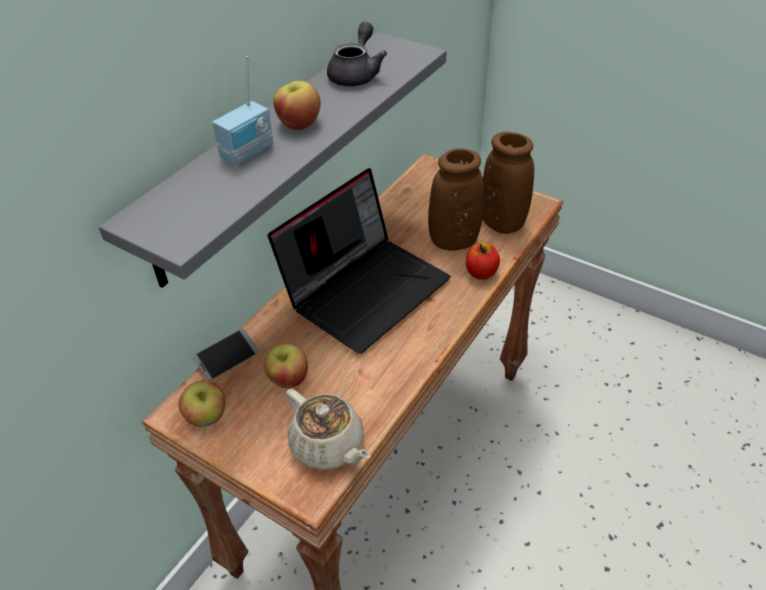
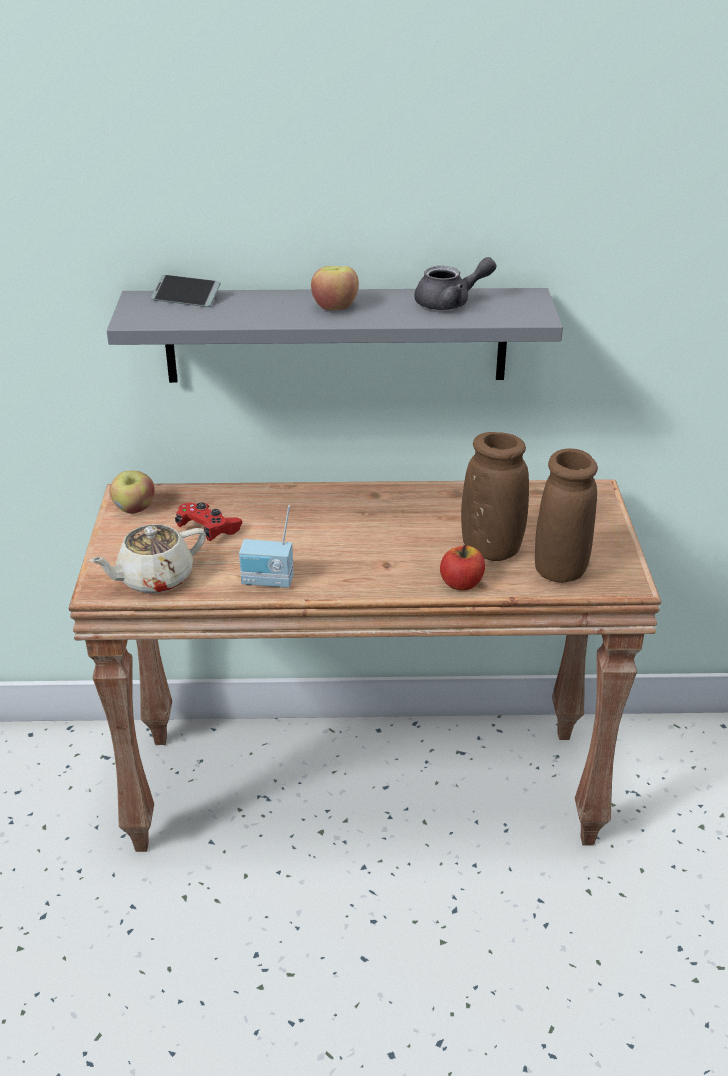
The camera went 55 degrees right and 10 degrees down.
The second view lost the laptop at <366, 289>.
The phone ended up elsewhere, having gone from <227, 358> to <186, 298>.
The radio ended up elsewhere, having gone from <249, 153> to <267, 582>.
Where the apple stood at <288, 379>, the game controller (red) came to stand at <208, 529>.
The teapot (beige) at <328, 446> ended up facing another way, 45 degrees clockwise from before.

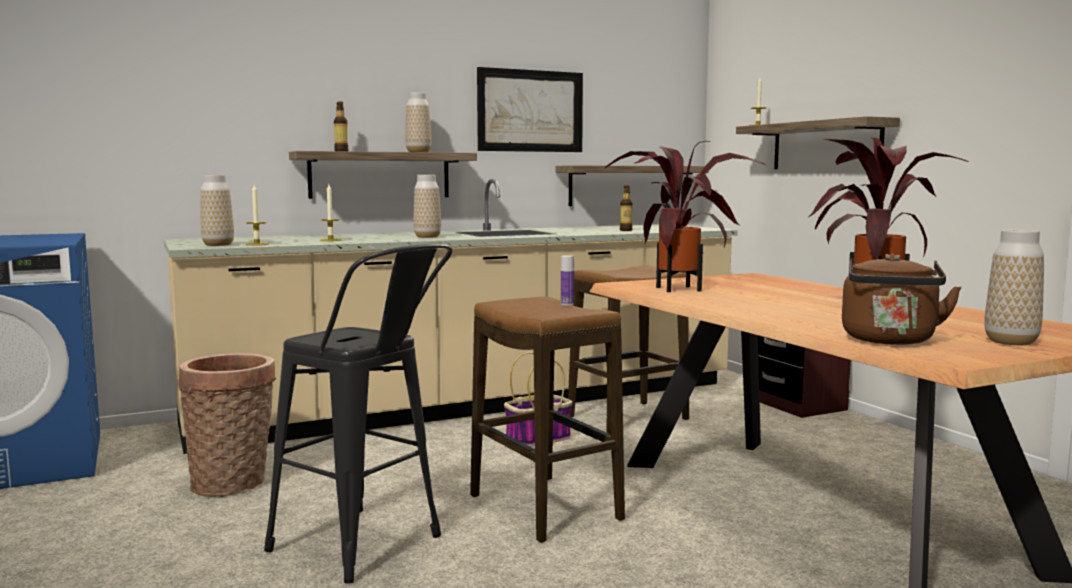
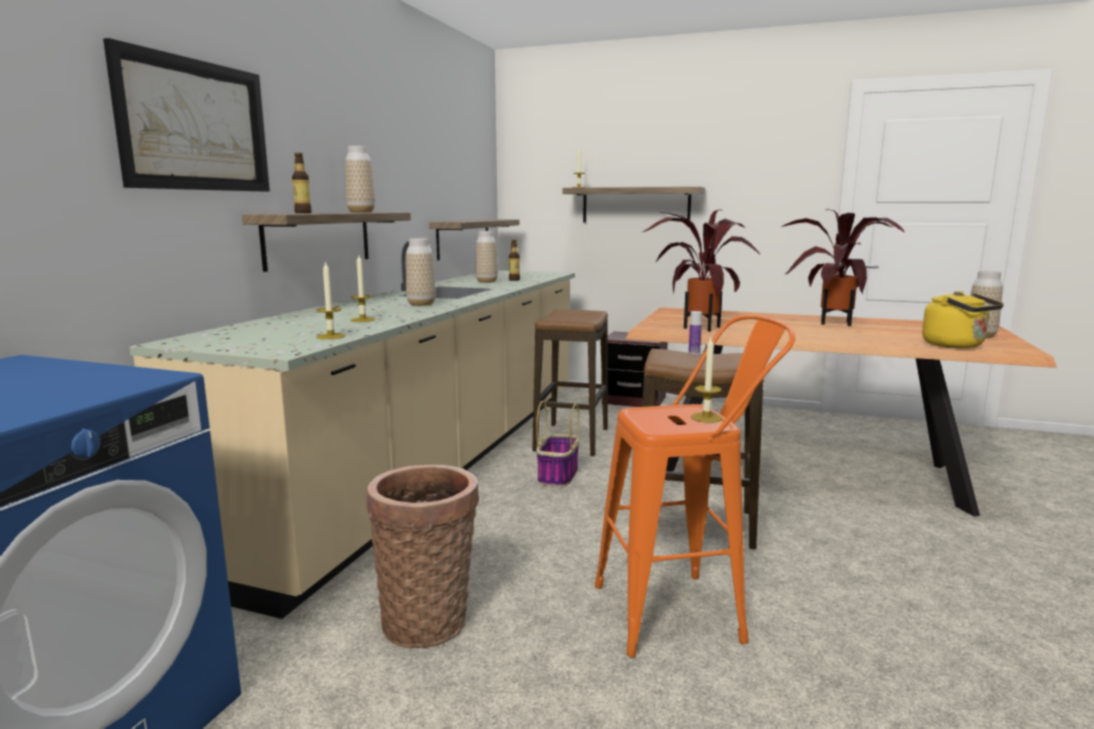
The camera went 45 degrees left and 5 degrees up.
The second view gained the candle at <706, 417>.
The vase ended up elsewhere, having gone from <218, 245> to <486, 281>.
The picture ended up elsewhere, having gone from <530, 111> to <195, 125>.
What was the stool (black) at <367, 549> turned into the stool (orange) at <683, 612>.
What was the kettle (brown) at <889, 341> turned into the kettle (yellow) at <956, 345>.

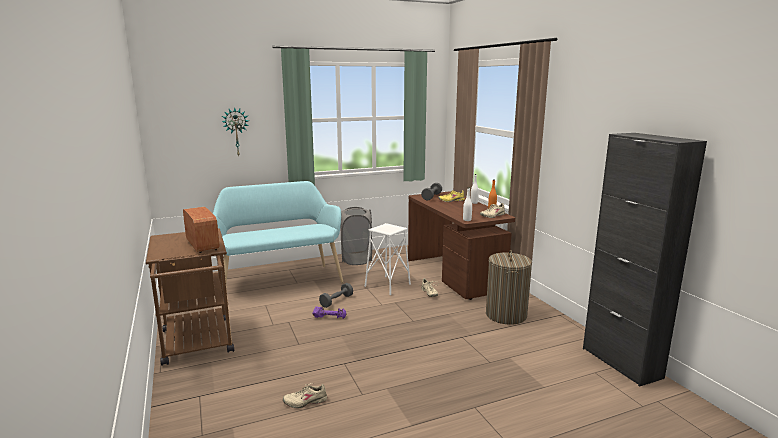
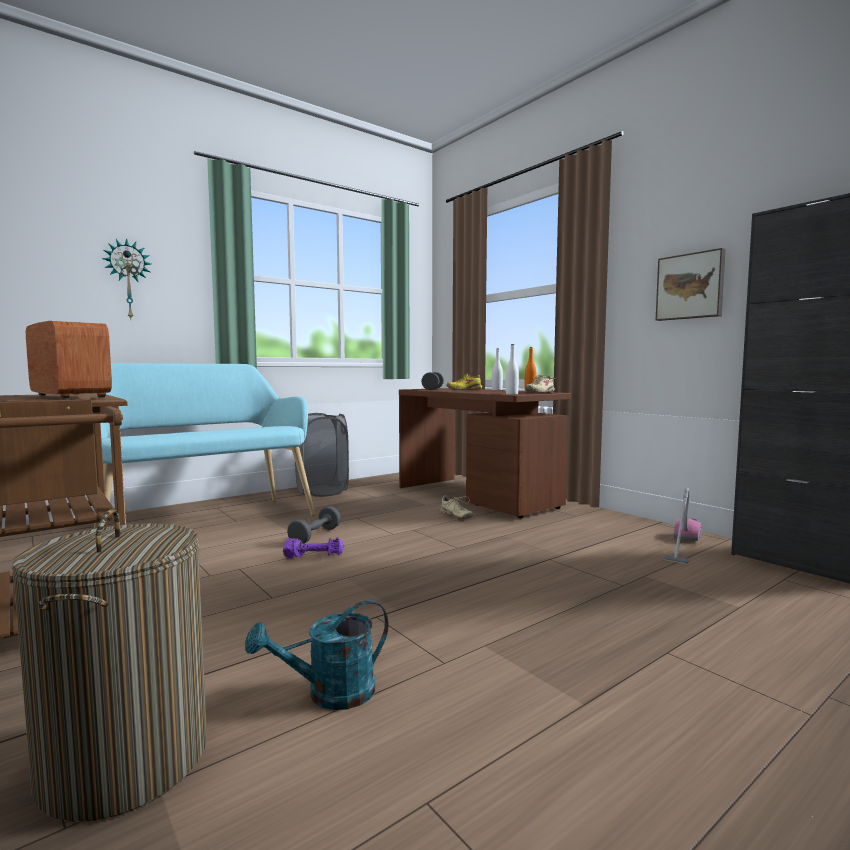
The camera went 15 degrees left and 10 degrees down.
The second view lost the stool (white) at <387, 285>.
The second view gained the picture at <690, 286>.
The second view gained the vacuum cleaner at <682, 546>.
The laundry basket ended up elsewhere, having gone from <506, 315> to <125, 760>.
Where the shoe (beige) stood at <305, 401>, the watering can (turquoise) came to stand at <329, 694>.

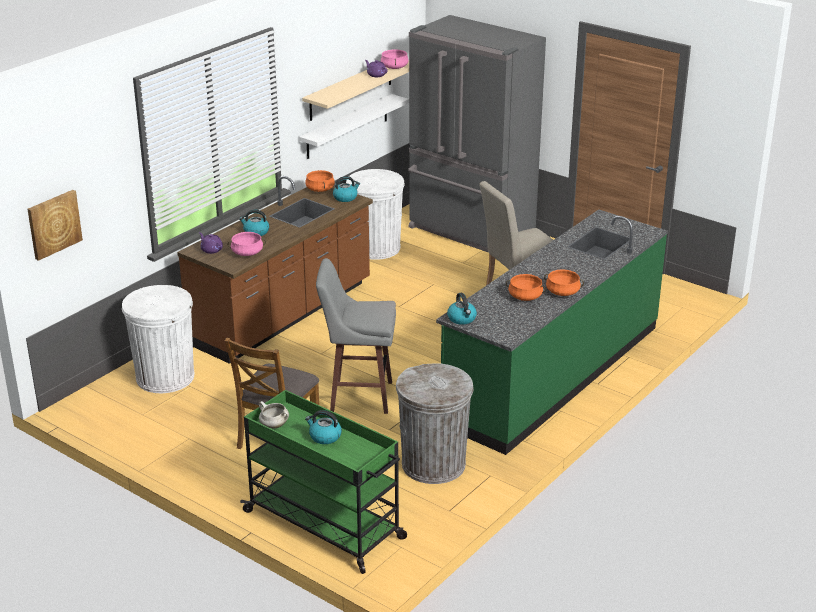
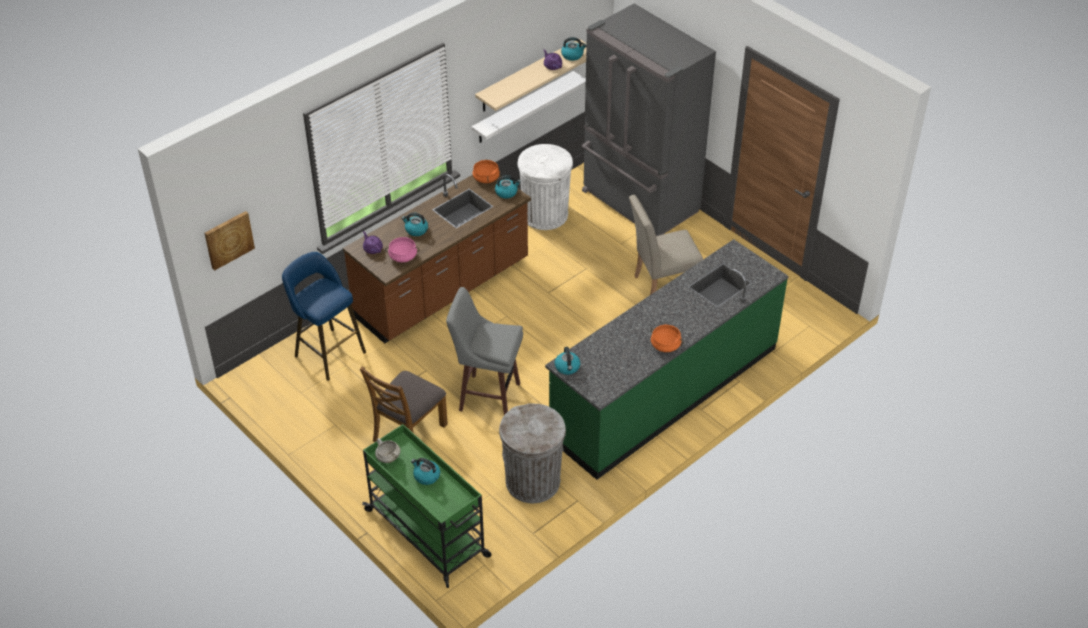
The camera went 10 degrees right and 15 degrees up.
The second view lost the cooking pot (orange) at <525, 297>.
Where the trash can (white) stood at <165, 377>, the stool (blue) came to stand at <327, 352>.
Where the cooking pot (pink) stood at <394, 67>, the kettle came to stand at <572, 55>.

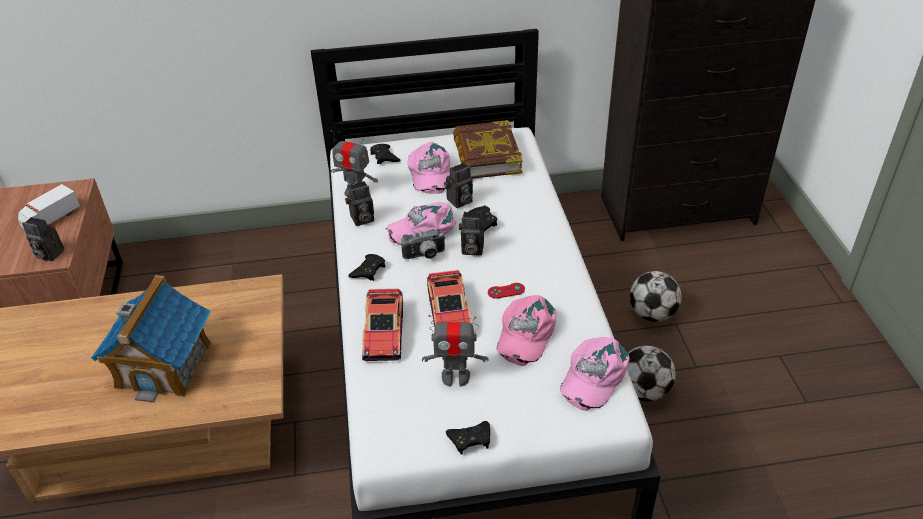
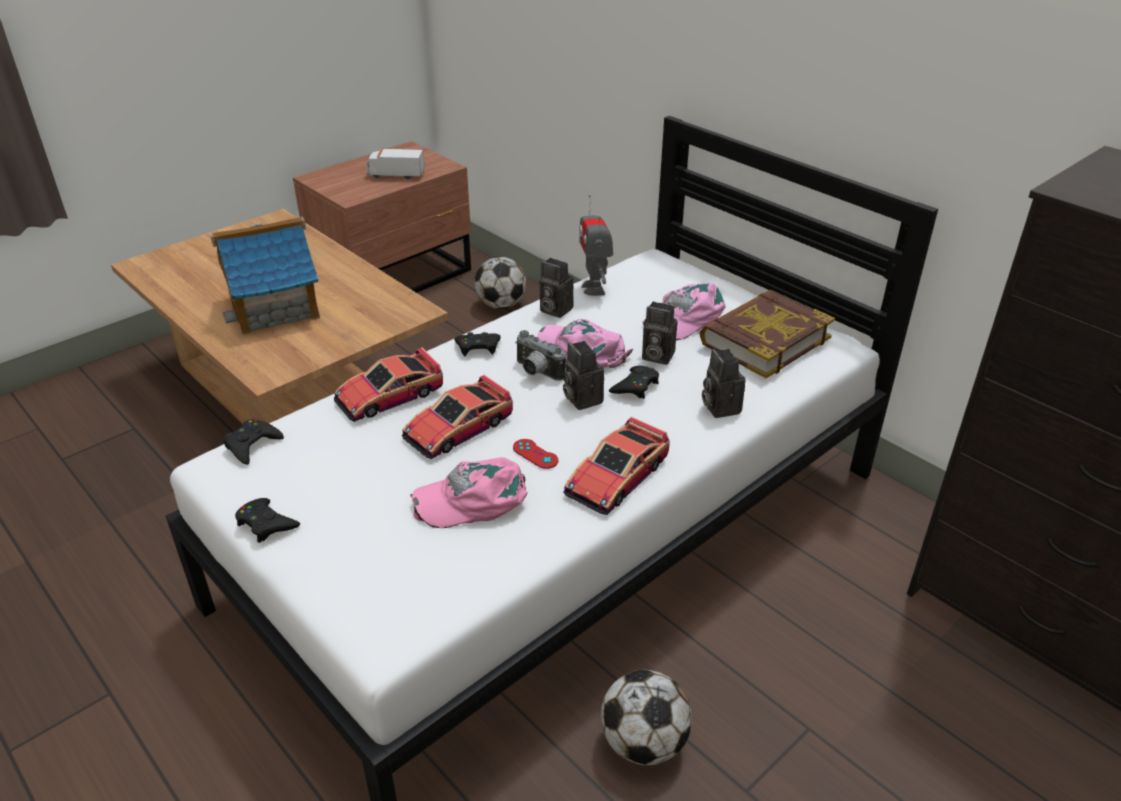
The camera went 55 degrees right and 5 degrees down.
The second view lost the toy robot at <455, 377>.
The second view lost the cap (pink) at <593, 376>.
The second view gained the toy car at <616, 477>.
The photo camera ended up elsewhere, having gone from <48, 254> to <719, 406>.
The game controller (black) ended up elsewhere, having gone from <384, 157> to <252, 445>.
The football ended up elsewhere, having gone from <652, 314> to <501, 305>.

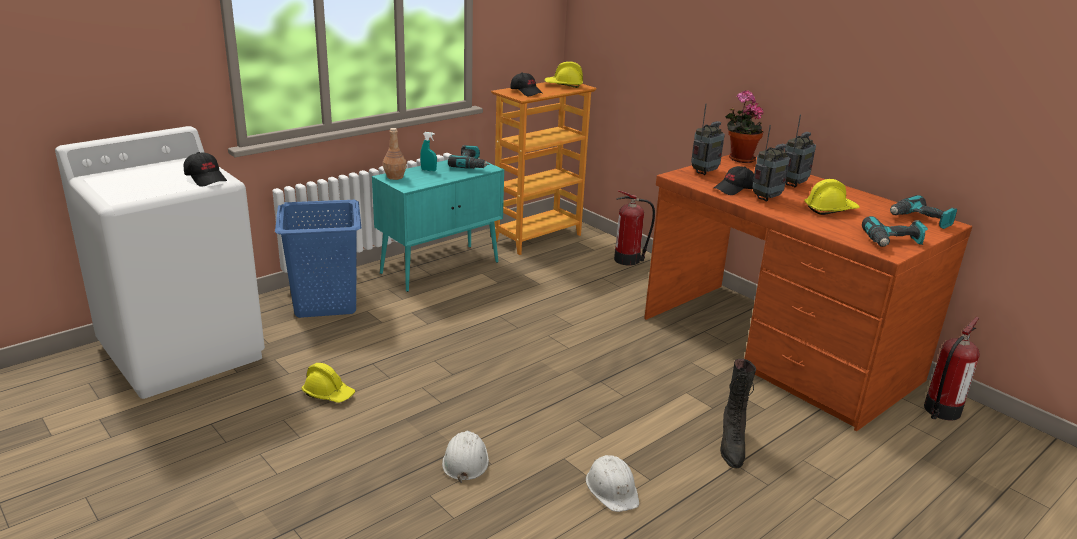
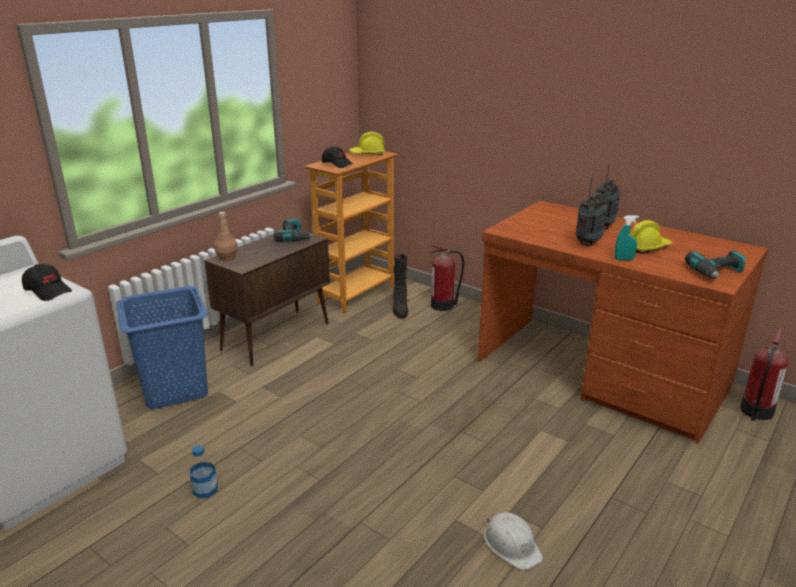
The camera went 10 degrees left and 0 degrees up.
The second view lost the hard hat (white) at <465, 460>.
The second view lost the radio at <704, 172>.
The second view lost the cap (black) at <734, 189>.
The second view lost the potted plant at <739, 159>.
The second view lost the power drill at <920, 220>.
The spray bottle (turquoise) ended up elsewhere, having gone from <428, 170> to <623, 259>.
The boot (black) ended up elsewhere, having gone from <731, 446> to <400, 309>.
Where the hard hat (yellow) stood at <329, 394>, the bottle came to stand at <205, 489>.
What was the cabinet (turquoise) at <441, 267> turned into the cabinet (brown) at <277, 336>.

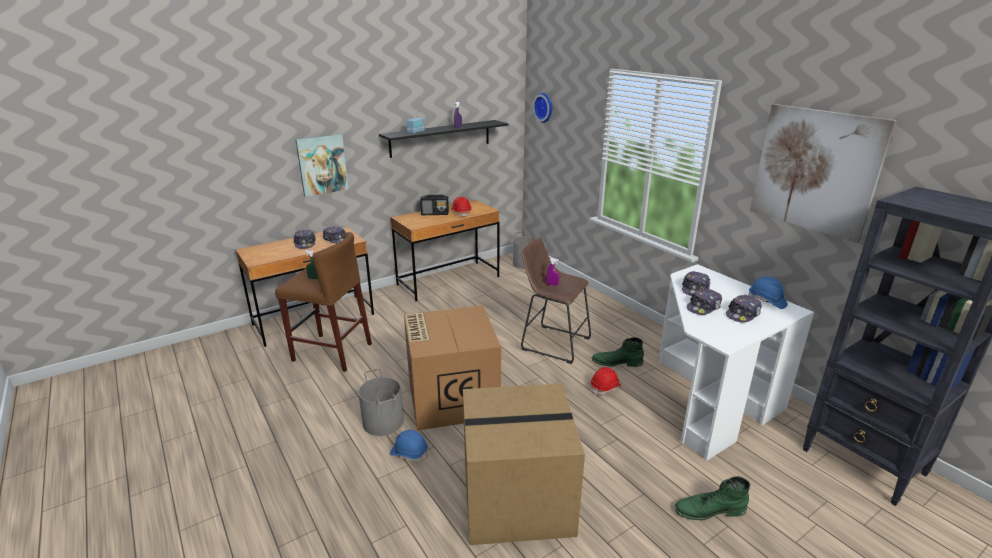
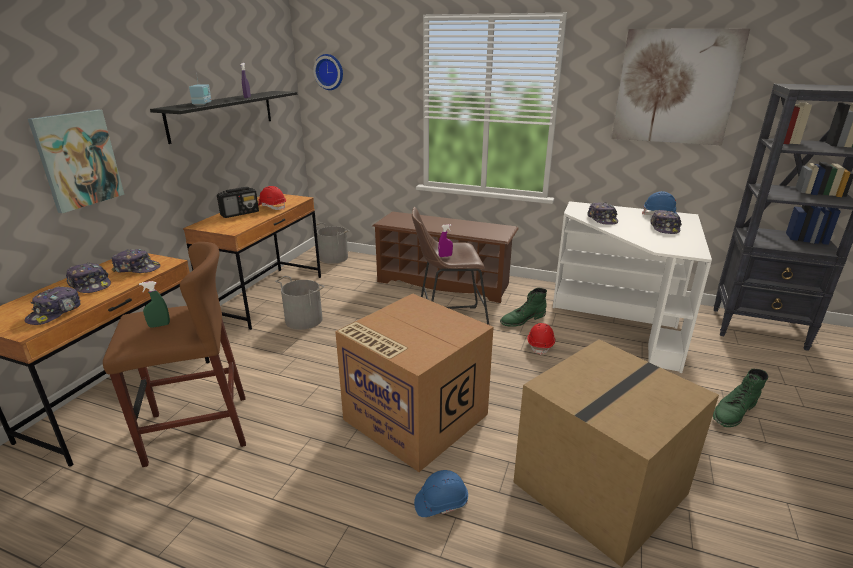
The camera went 35 degrees left and 0 degrees up.
The second view gained the shoe rack (brown) at <444, 283>.
The bucket (grey) ended up elsewhere, having gone from <384, 421> to <304, 320>.
The cap ended up elsewhere, having gone from <703, 307> to <55, 313>.

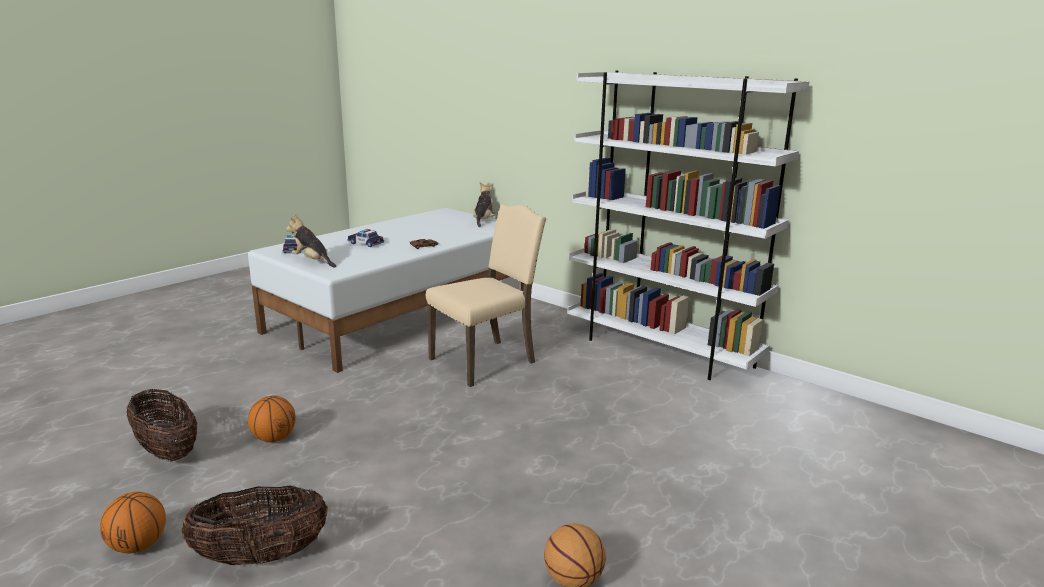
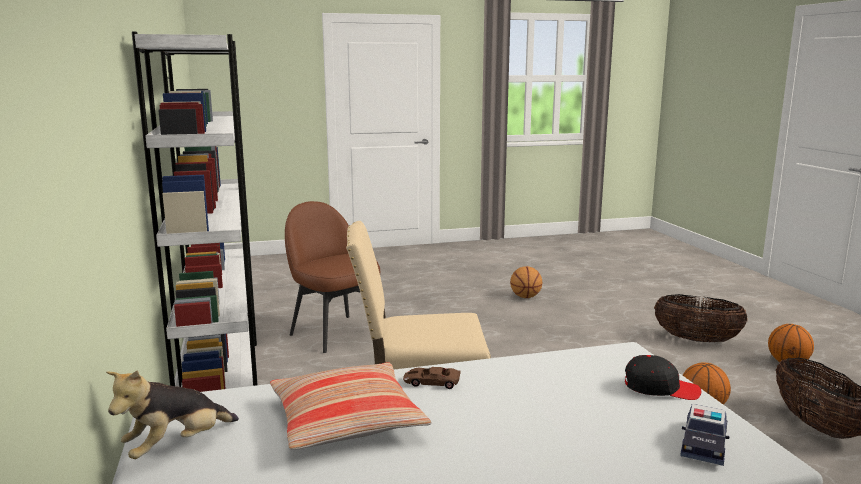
The camera went 145 degrees left and 5 degrees down.
The second view lost the toy car at <366, 243>.
The second view gained the pillow at <346, 420>.
The second view gained the chair (brown) at <335, 332>.
Where the plush toy stood at <312, 261>, the cap (black) came to stand at <660, 388>.

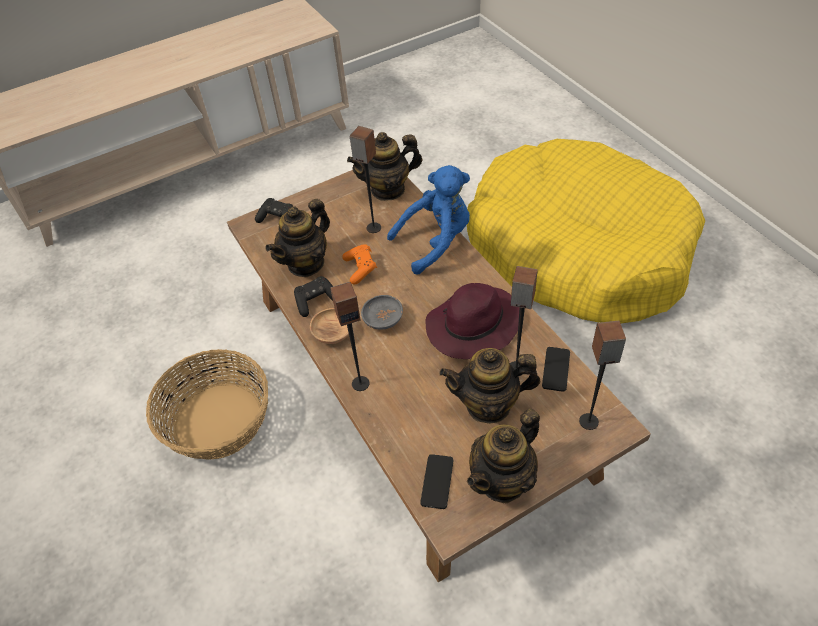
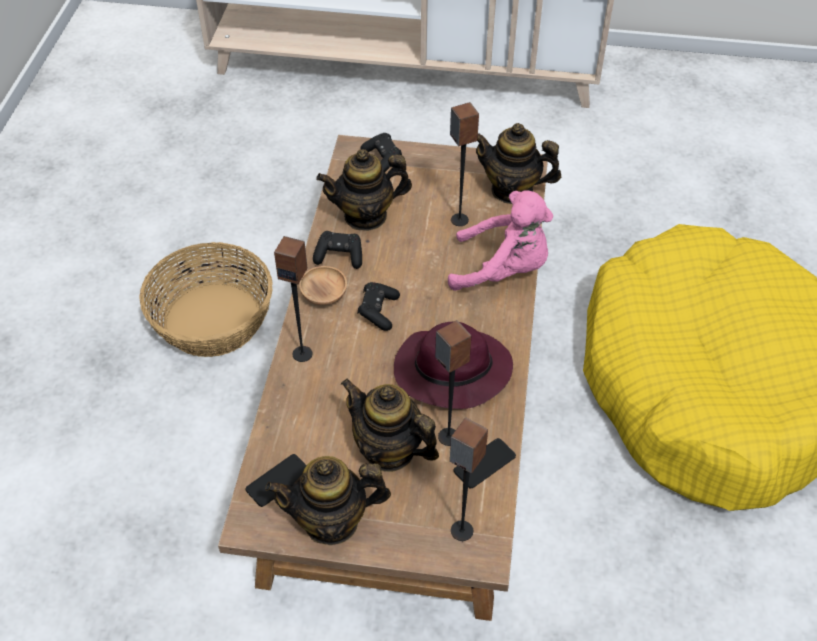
The camera went 35 degrees right and 0 degrees up.
The second view lost the game controller (orange) at <360, 269>.
Where the bowl (grey) stood at <383, 320>, the game controller (black) came to stand at <378, 311>.
What was the plush toy (blue) at <436, 242> turned into the plush toy (pink) at <503, 270>.

